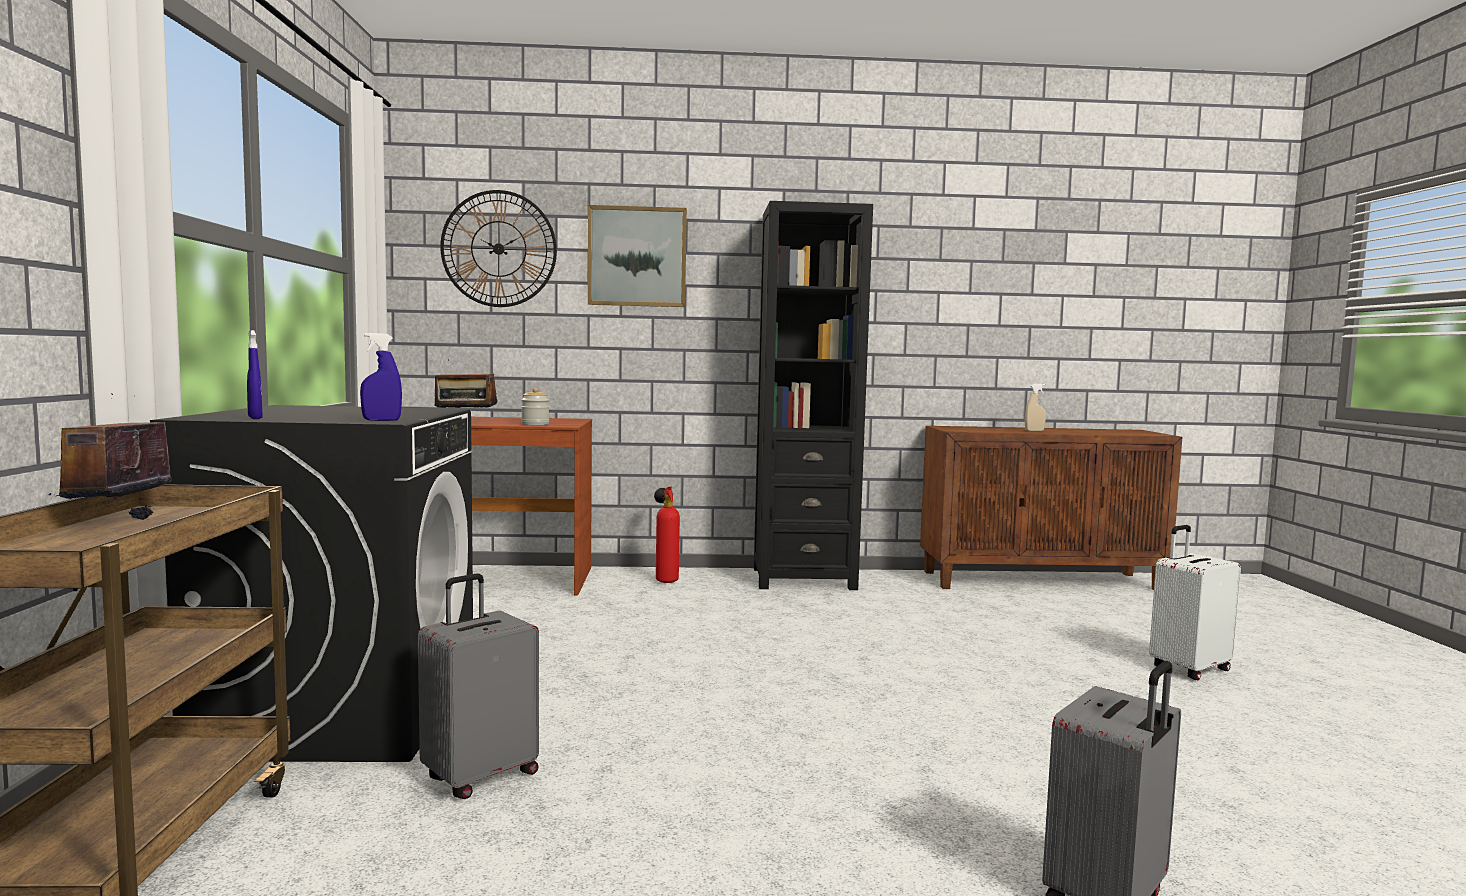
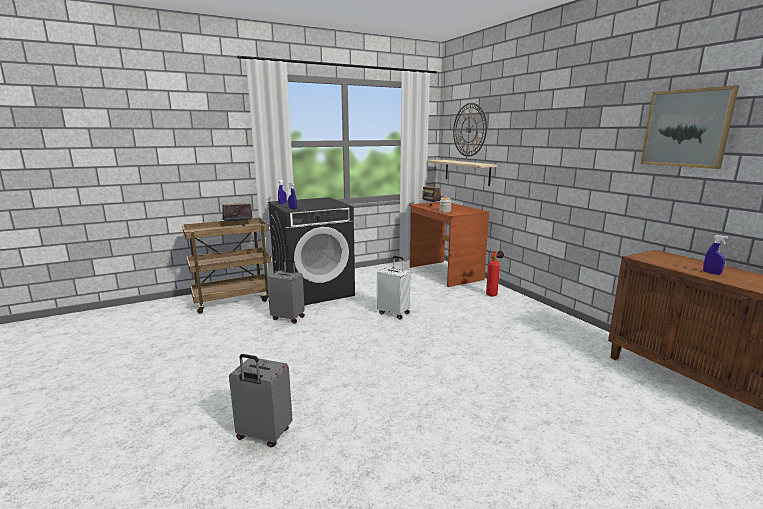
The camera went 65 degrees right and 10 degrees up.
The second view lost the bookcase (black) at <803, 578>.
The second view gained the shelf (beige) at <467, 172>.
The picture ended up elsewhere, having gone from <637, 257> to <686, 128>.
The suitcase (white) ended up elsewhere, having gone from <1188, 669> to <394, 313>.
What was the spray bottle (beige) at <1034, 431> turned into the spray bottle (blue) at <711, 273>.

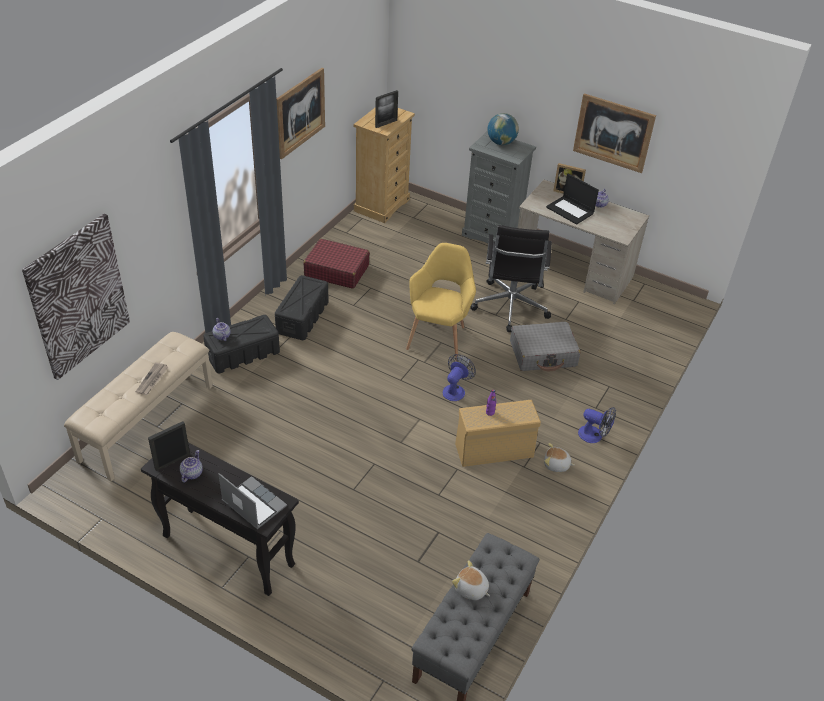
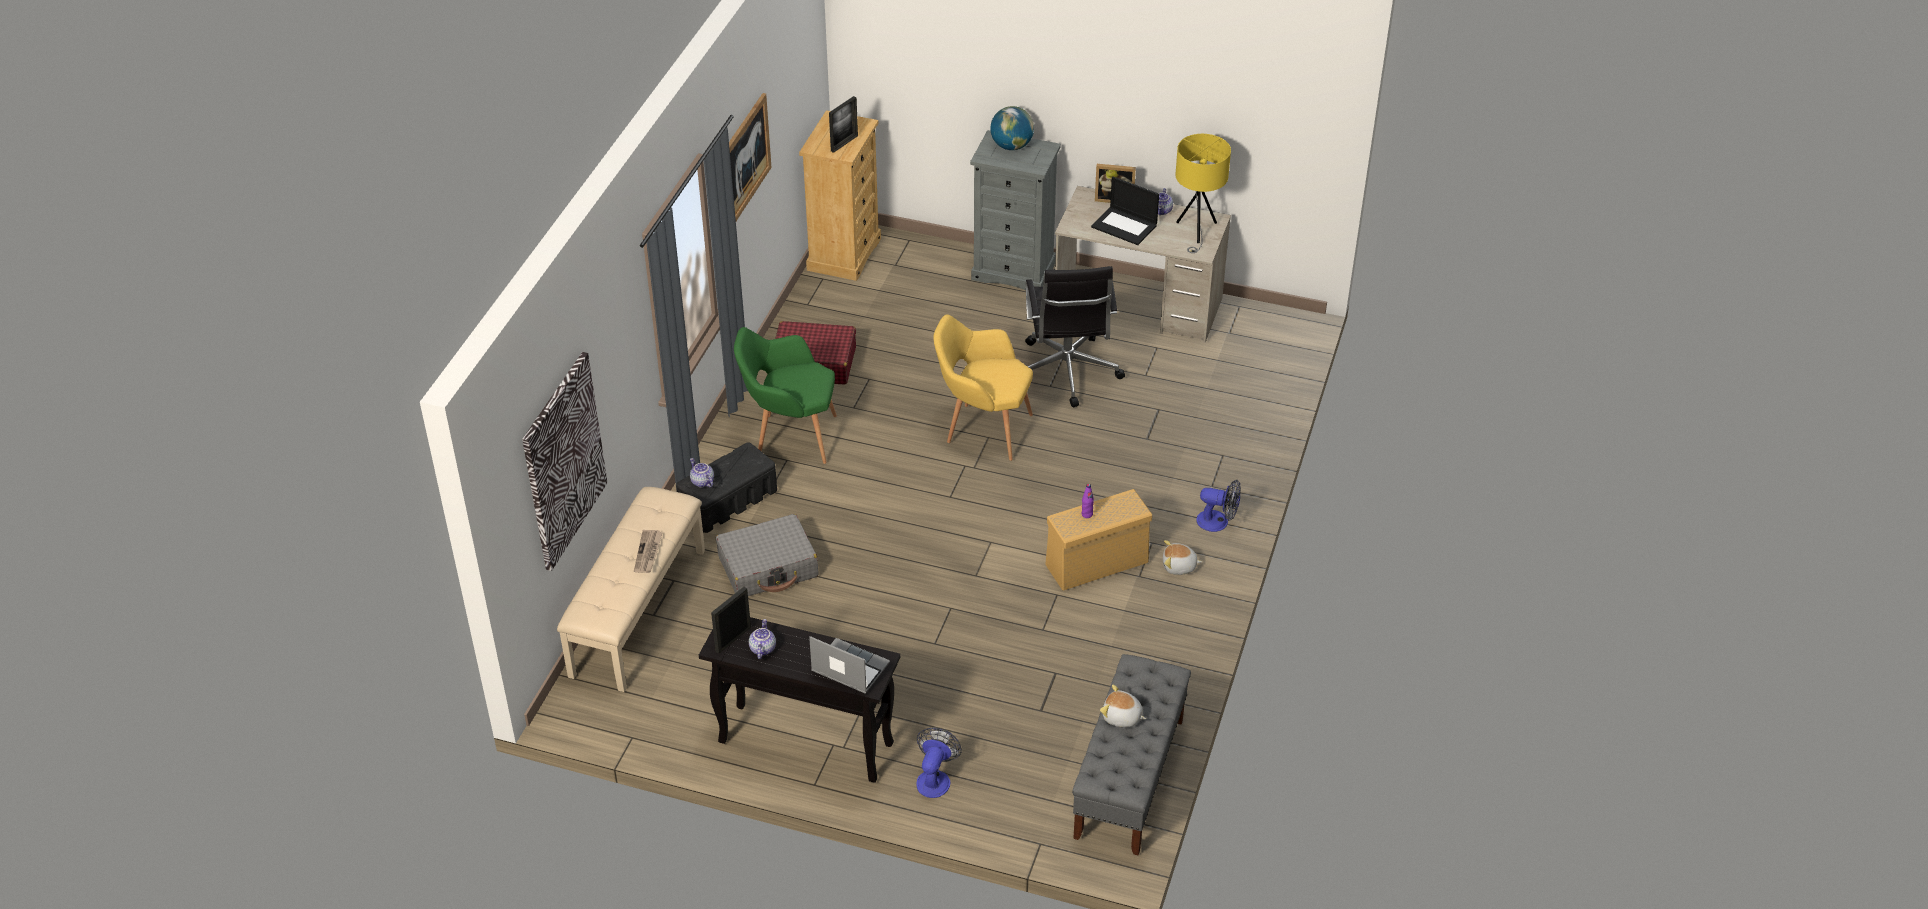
The camera went 10 degrees left and 0 degrees up.
The second view lost the picture at <613, 133>.
The second view gained the table lamp (yellow) at <1196, 231>.
The fan ended up elsewhere, having gone from <455, 390> to <935, 778>.
The suitcase (grey) ended up elsewhere, having gone from <543, 354> to <768, 567>.
Where the storage box (black) stood at <302, 317>, the armchair (green) came to stand at <790, 436>.
The armchair (yellow) at <439, 336> ended up facing another way, 75 degrees counterclockwise from before.

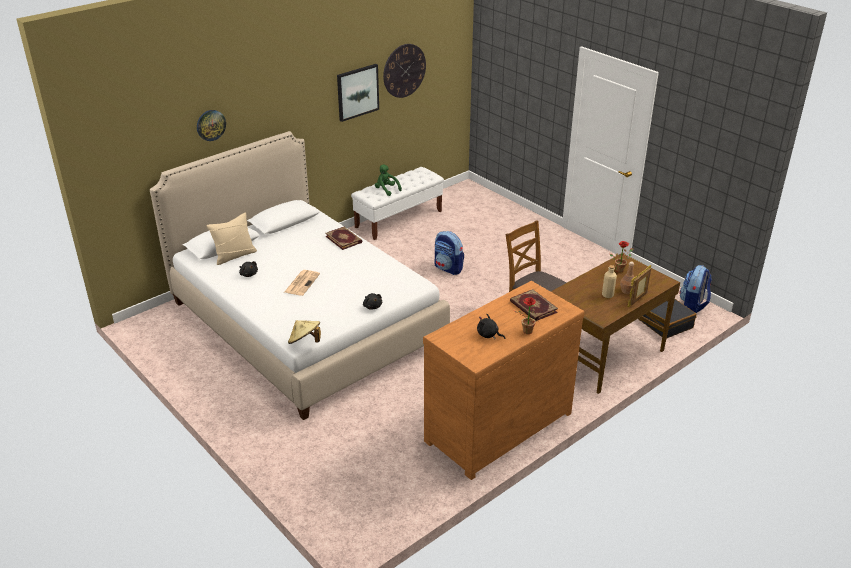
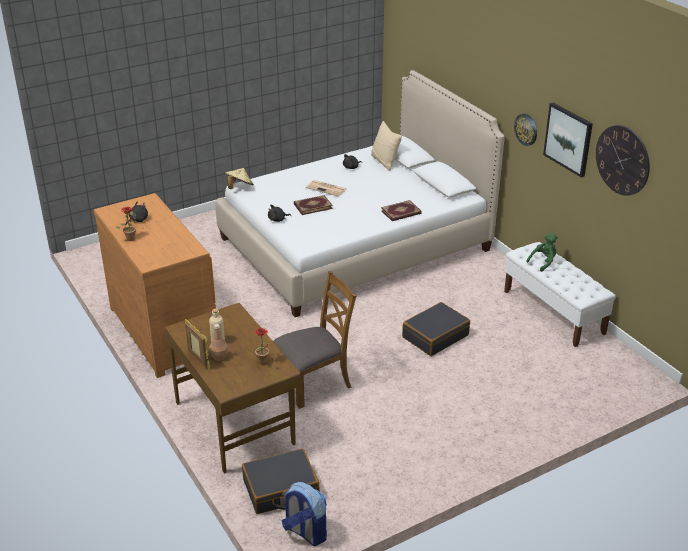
The camera went 100 degrees right and 0 degrees up.
The wall clock ended up elsewhere, having gone from <210, 125> to <526, 129>.
The book ended up elsewhere, having gone from <533, 307> to <312, 206>.
Where the backpack stood at <448, 268>, the suitcase (black) came to stand at <435, 336>.

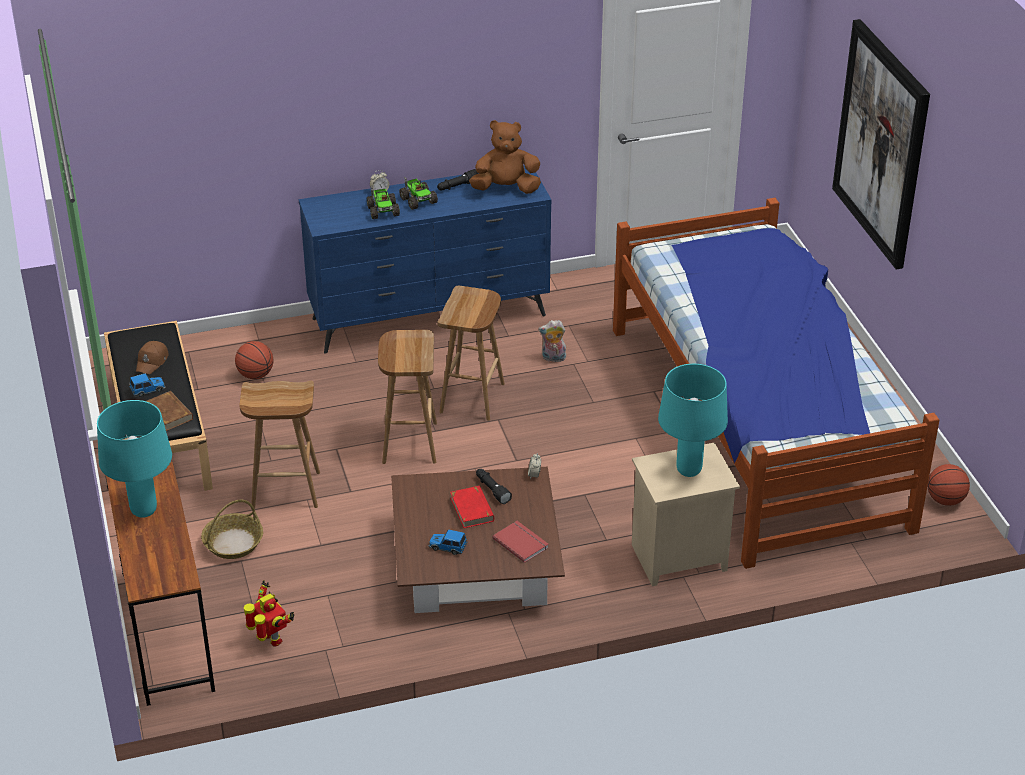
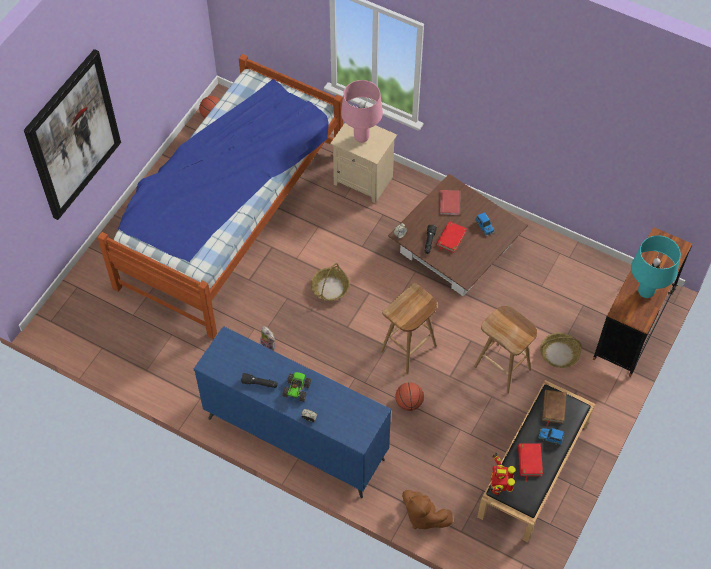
The camera went 135 degrees left and 20 degrees up.
The second view lost the toy truck at <383, 211>.
The second view lost the stool (brown) at <472, 399>.
The second view gained the basket at <330, 288>.
The basketball ended up elsewhere, having gone from <255, 375> to <409, 403>.
The toy robot ended up elsewhere, having gone from <271, 640> to <498, 487>.
The plush toy (brown) ended up elsewhere, having gone from <506, 188> to <423, 516>.
Where the cap (brown) stood at <152, 361>, the book (red) came to stand at <529, 461>.
What was the table lamp (turquoise) at <689, 471> turned into the table lamp (pink) at <361, 137>.

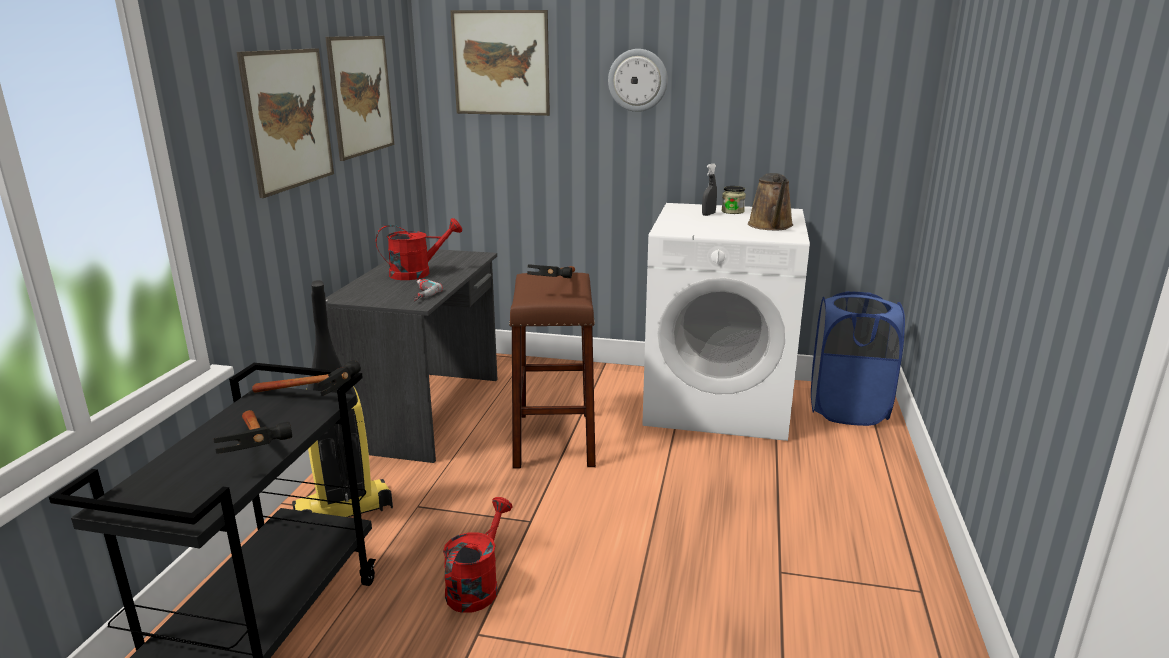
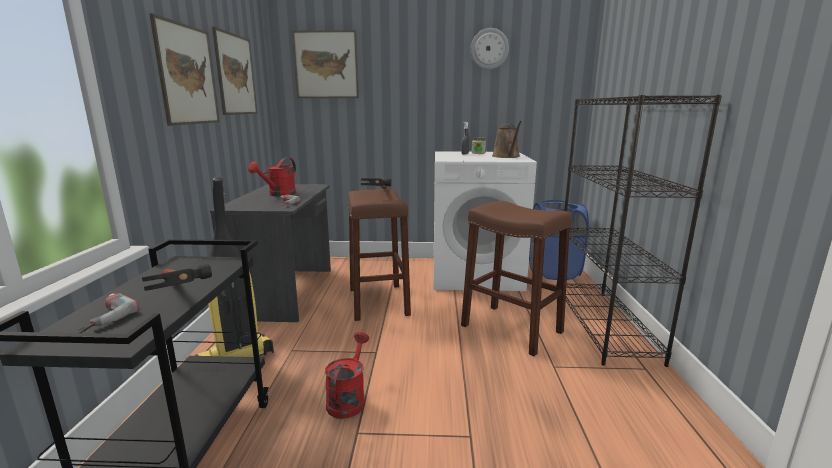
The camera went 10 degrees left and 5 degrees down.
The second view lost the hammer at <316, 401>.
The second view gained the power drill at <98, 318>.
The second view gained the stool (brown) at <511, 328>.
The second view gained the bookcase (black) at <603, 325>.
The wall clock ended up elsewhere, having gone from <638, 80> to <489, 49>.
The watering can (red) at <418, 273> ended up facing another way, 150 degrees clockwise from before.

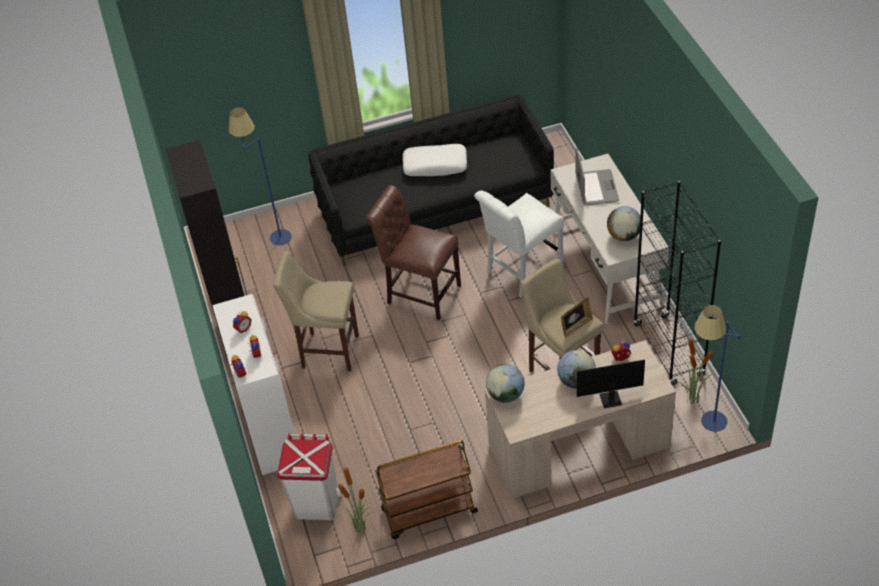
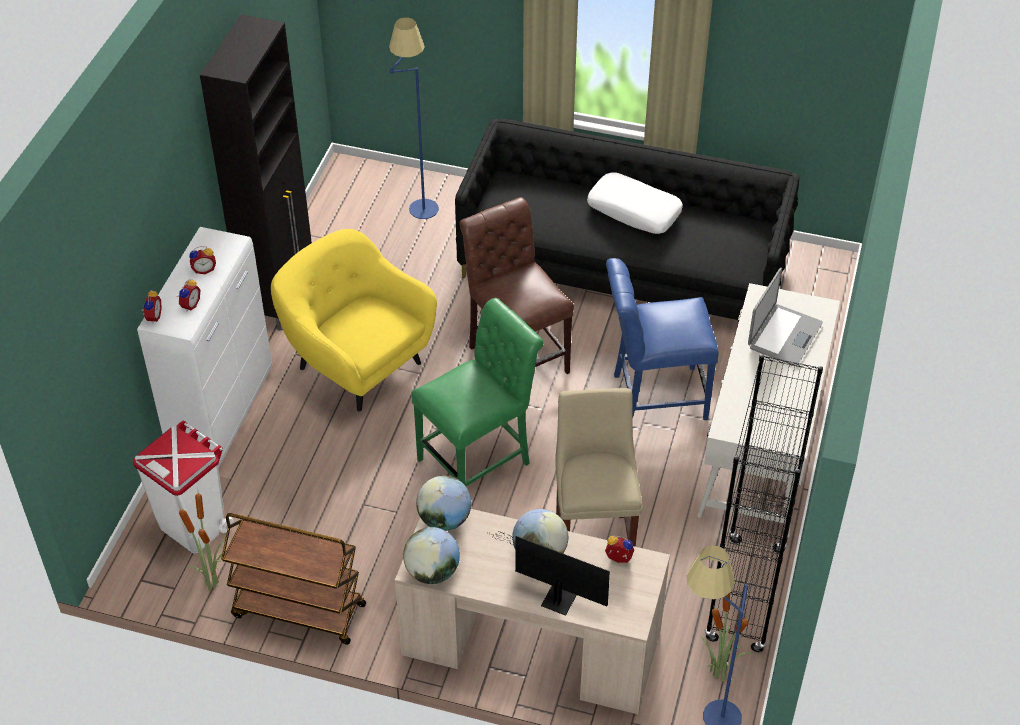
The camera went 30 degrees right and 0 degrees up.
The second view lost the picture frame at <576, 327>.
The second view gained the chair (green) at <479, 459>.
The globe ended up elsewhere, having gone from <624, 236> to <432, 572>.
Where the stool (beige) stood at <327, 351>, the armchair (yellow) came to stand at <357, 363>.
What was the chair (white) at <521, 271> turned into the chair (blue) at <653, 396>.

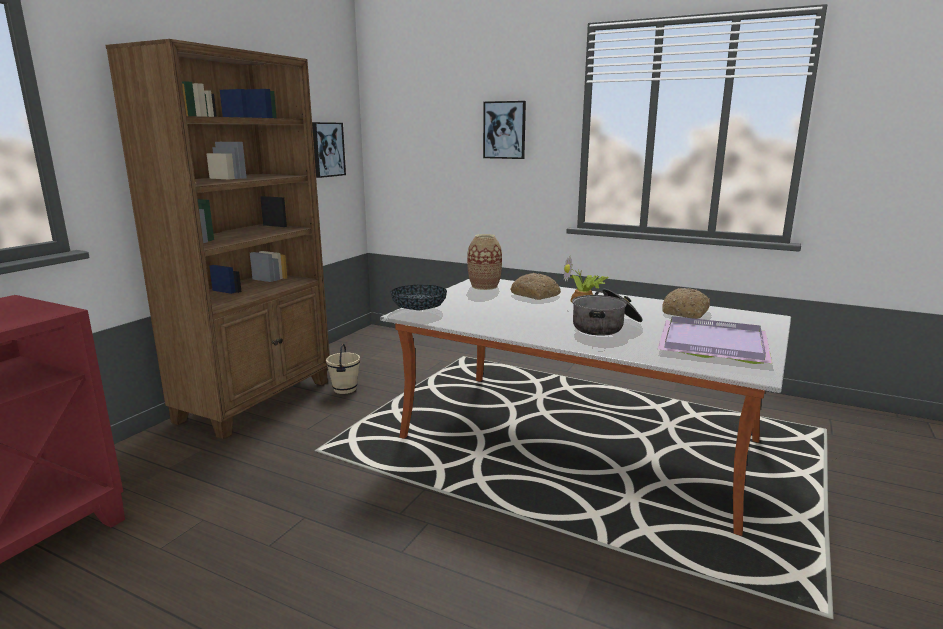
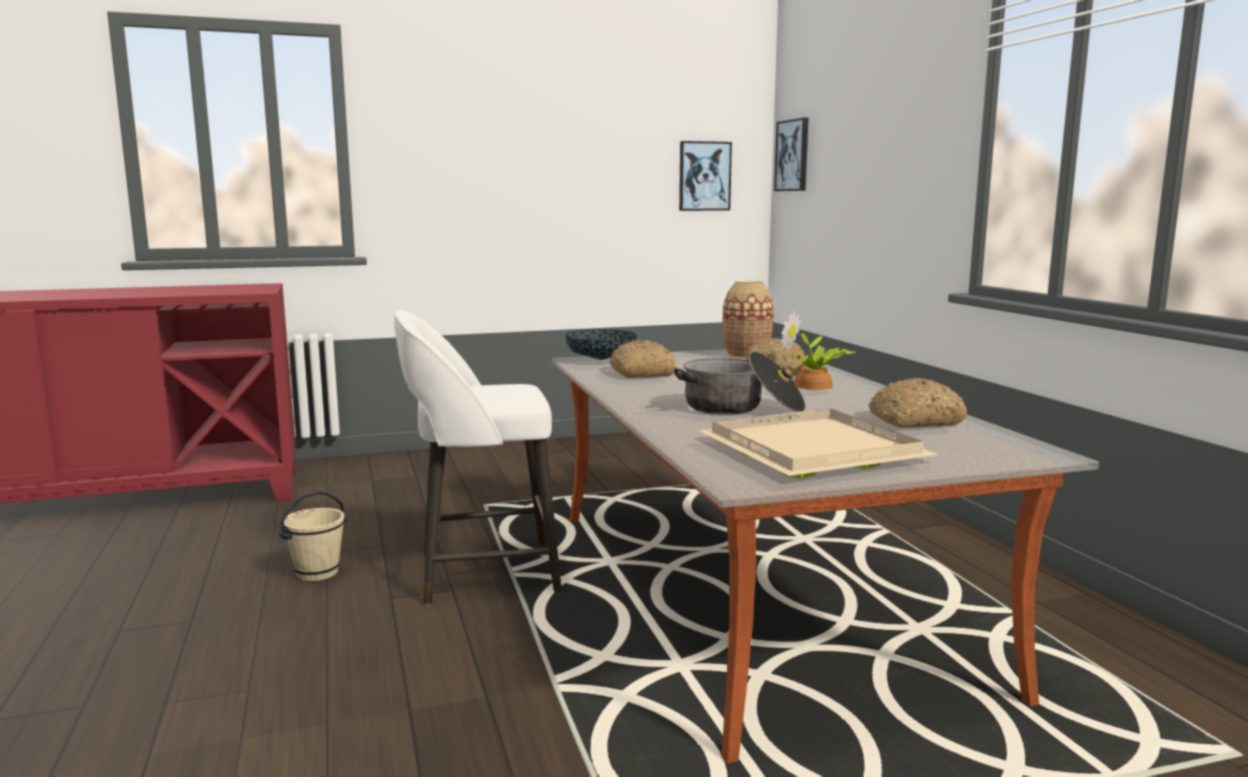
The camera went 45 degrees right and 5 degrees down.
The second view lost the bookcase (brown) at <257, 401>.
The second view gained the stool (white) at <483, 572>.
The second view gained the bread at <641, 373>.
The bucket (beige) ended up elsewhere, having gone from <345, 389> to <317, 573>.
The picture ended up elsewhere, having gone from <504, 130> to <793, 155>.
What was the tray (purple) at <715, 345> turned into the tray (beige) at <811, 451>.

